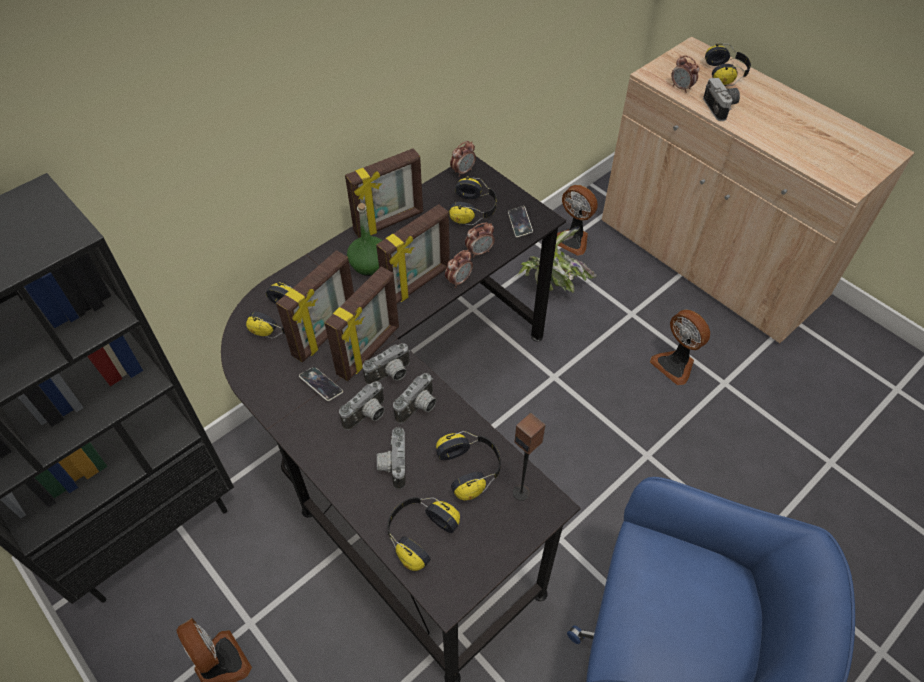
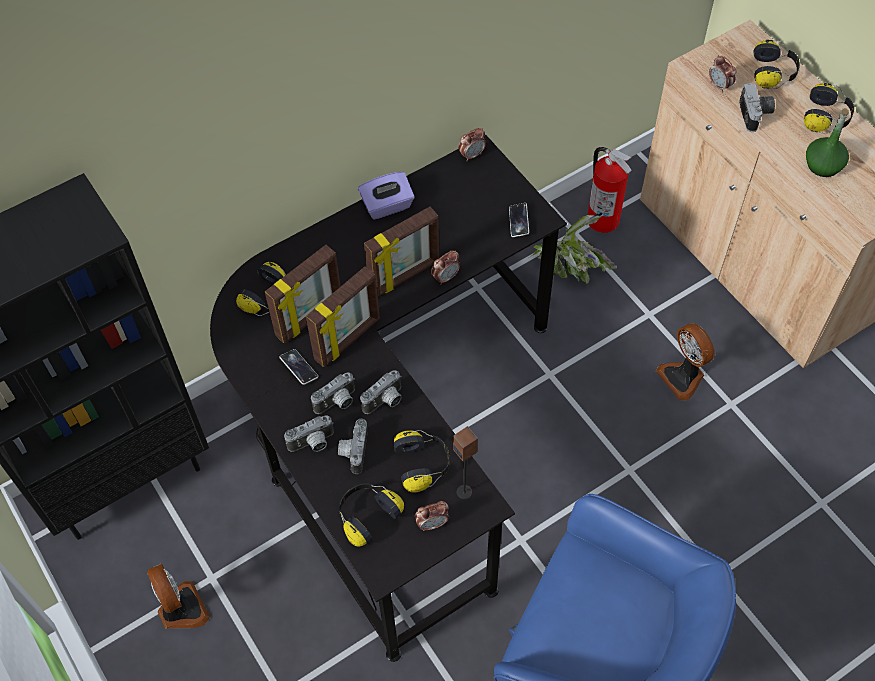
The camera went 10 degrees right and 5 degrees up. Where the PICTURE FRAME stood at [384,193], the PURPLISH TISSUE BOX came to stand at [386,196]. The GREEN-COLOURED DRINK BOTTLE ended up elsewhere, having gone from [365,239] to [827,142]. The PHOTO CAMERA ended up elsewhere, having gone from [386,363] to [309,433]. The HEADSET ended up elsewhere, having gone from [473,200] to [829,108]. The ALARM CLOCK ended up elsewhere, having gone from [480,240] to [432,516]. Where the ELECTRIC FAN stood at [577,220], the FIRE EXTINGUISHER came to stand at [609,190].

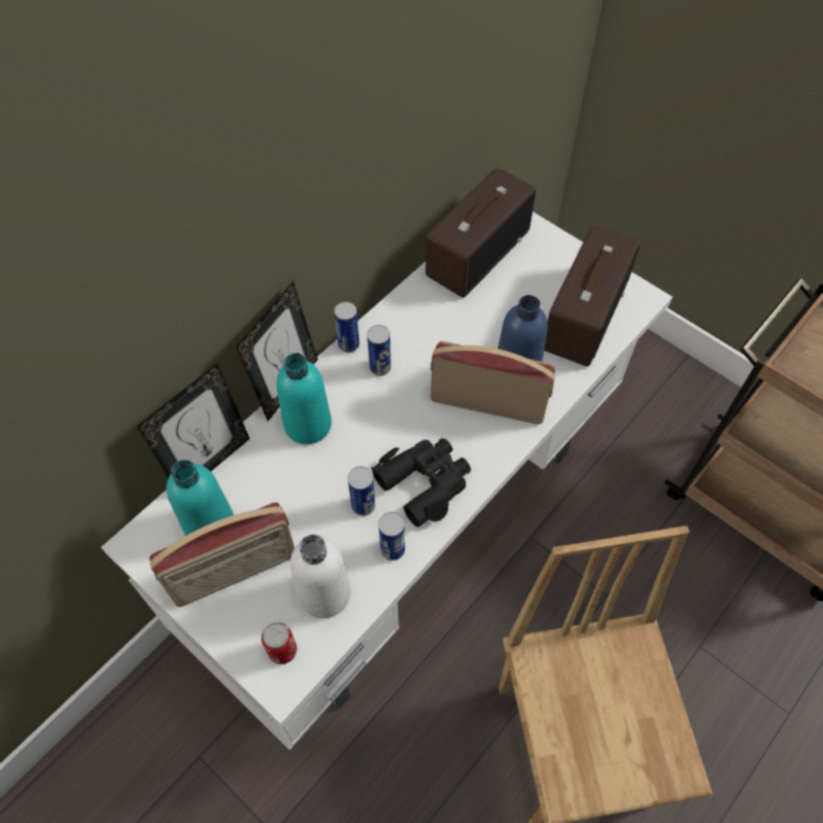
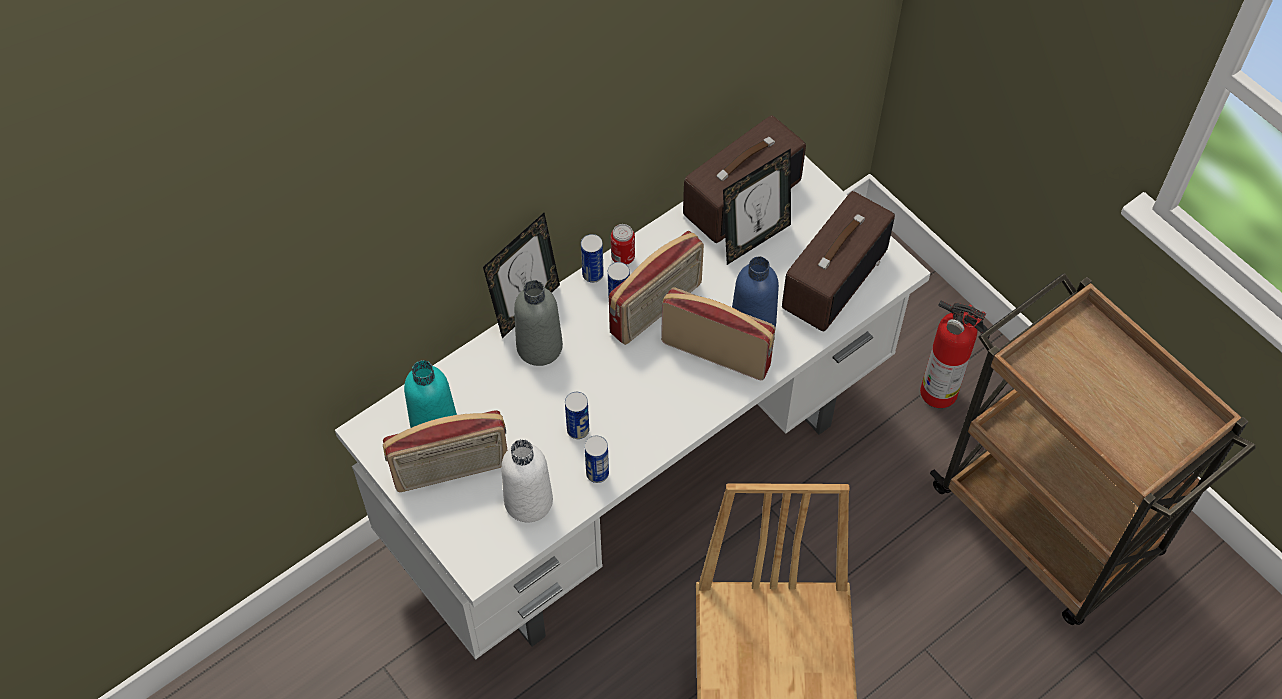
The camera went 10 degrees right and 0 degrees up. The PICTURE FRAME ended up elsewhere, having gone from [193,420] to [757,206]. The CAN ended up elsewhere, having gone from [279,643] to [623,244]. What was the BLUE-GREEN DRINK BOTTLE at [304,398] turned into the GRAY DRINK BOTTLE at [538,323]. The second view lost the BLACKISH FIELD GLASSES at [421,482]. The second view gained the RADIO at [656,288]. The second view gained the FIRE EXTINGUISHER at [955,354].

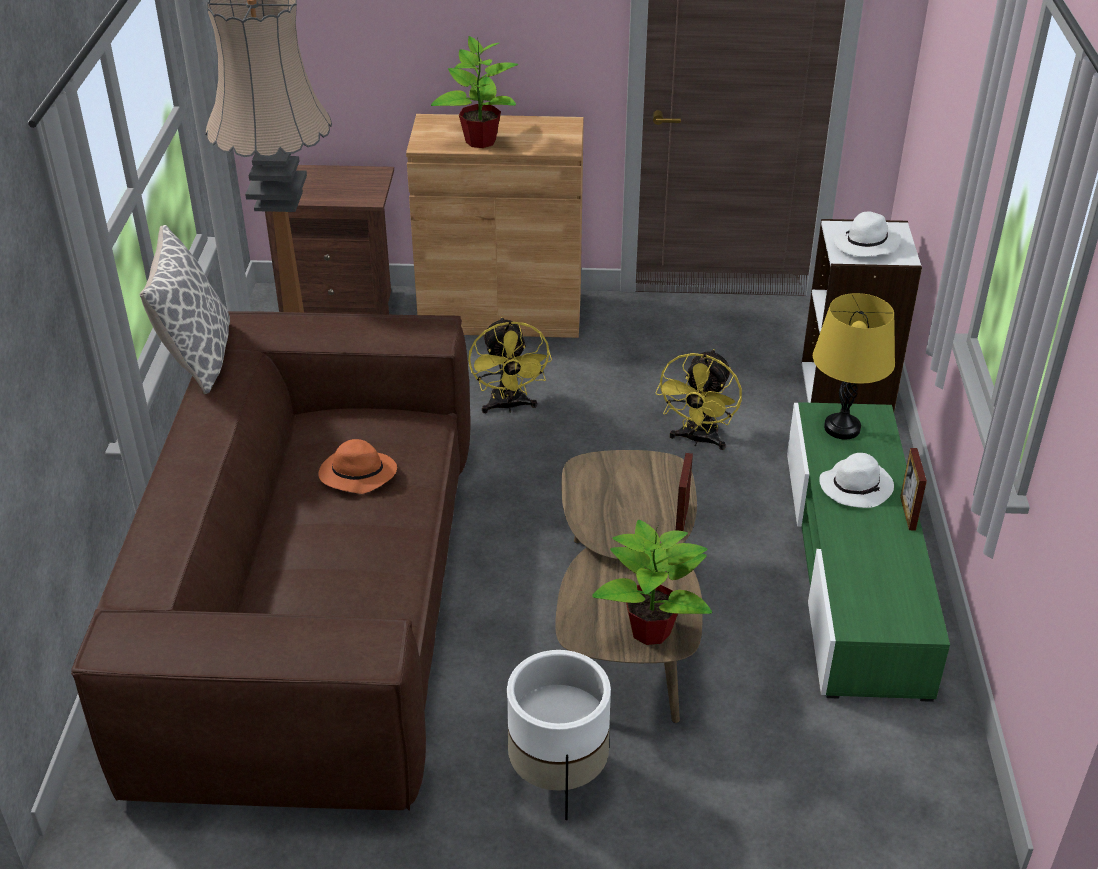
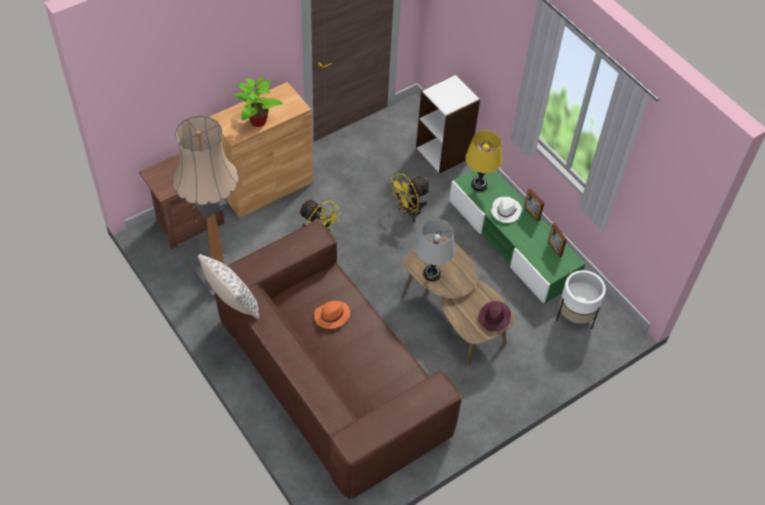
The camera went 40 degrees left and 15 degrees up. The WHITISH PLANT POT ended up elsewhere, having gone from [559,735] to [581,299]. Where the HOUSEPLANT stood at [652,582], the PURPLISH HAT came to stand at [494,316]. The YELLOW-COLOURED ELECTRIC FAN at [698,399] ended up facing another way, 75 degrees clockwise from before. The PICTURE FRAME ended up elsewhere, having gone from [684,492] to [557,240]. The second view lost the WHITISH HAT at [867,234]. The second view gained the GRAY TABLE LAMP at [435,250].

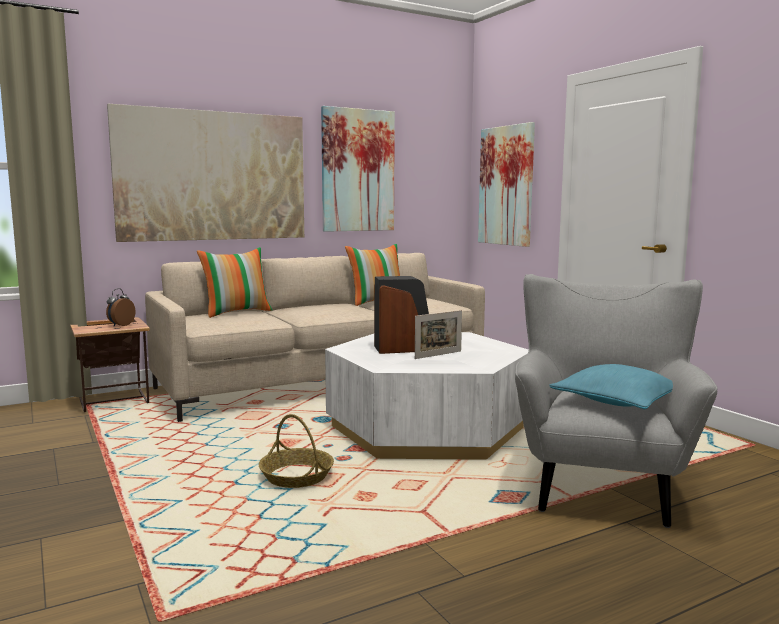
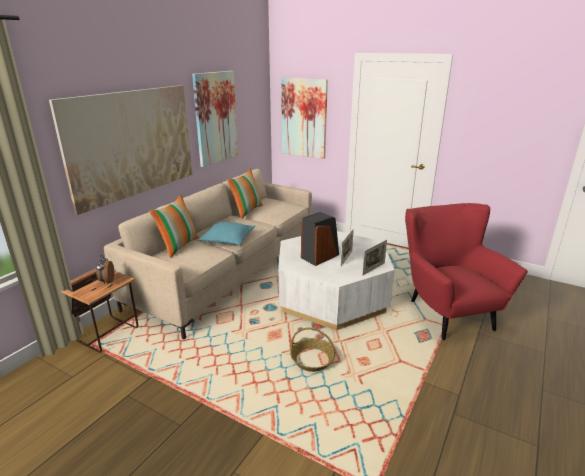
The camera went 30 degrees left and 15 degrees up. What was the GRAY LOUNGE CHAIR at [616,401] turned into the RED LOUNGE CHAIR at [466,271]. The BLUE-GREEN THROW PILLOW ended up elsewhere, having gone from [611,386] to [226,233]. The second view gained the PICTURE FRAME at [374,258].

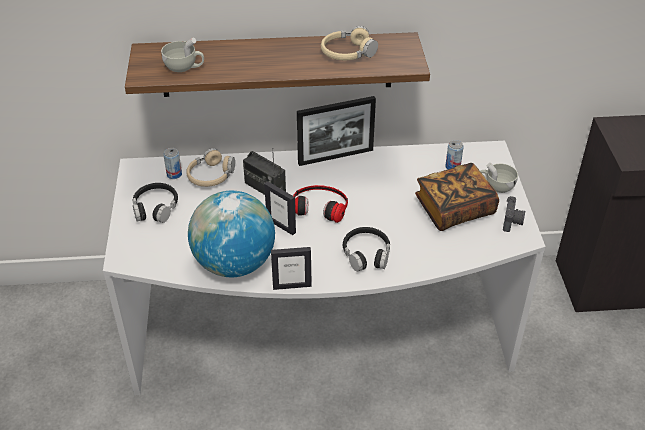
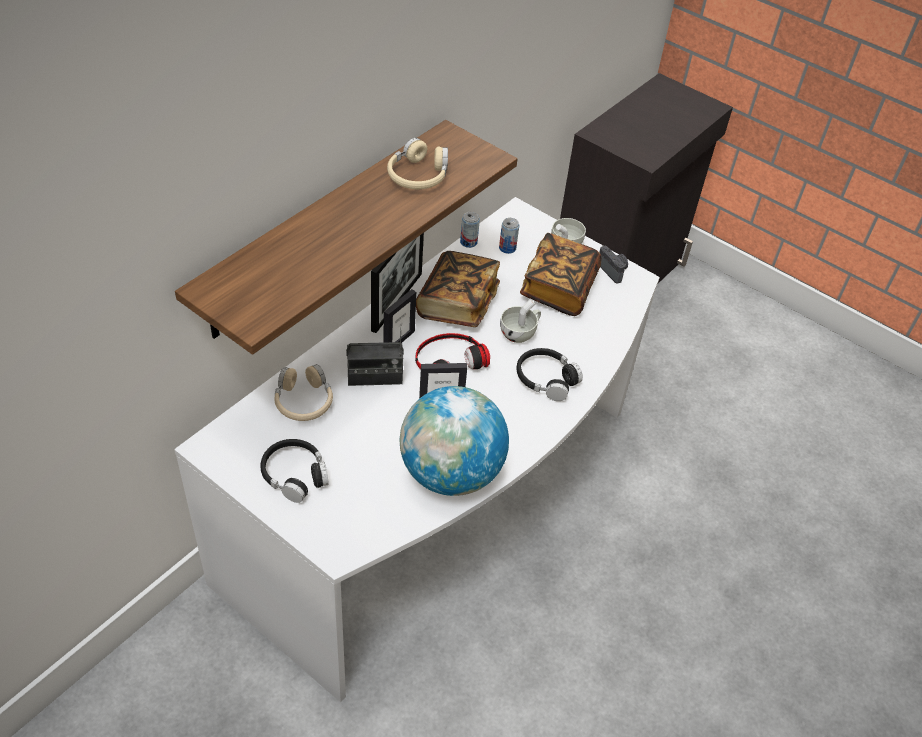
The camera went 50 degrees left and 5 degrees up. The WHITISH CUP ended up elsewhere, having gone from [182,54] to [520,321]. The CAN ended up elsewhere, having gone from [172,163] to [470,230]. The PICTURE FRAME ended up elsewhere, having gone from [291,268] to [399,316]. The second view gained the VOLUME at [458,289].

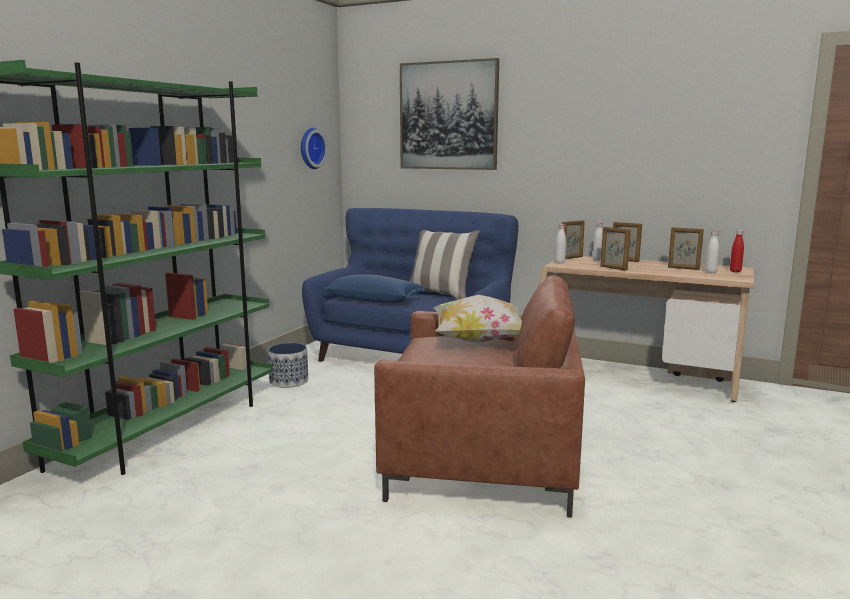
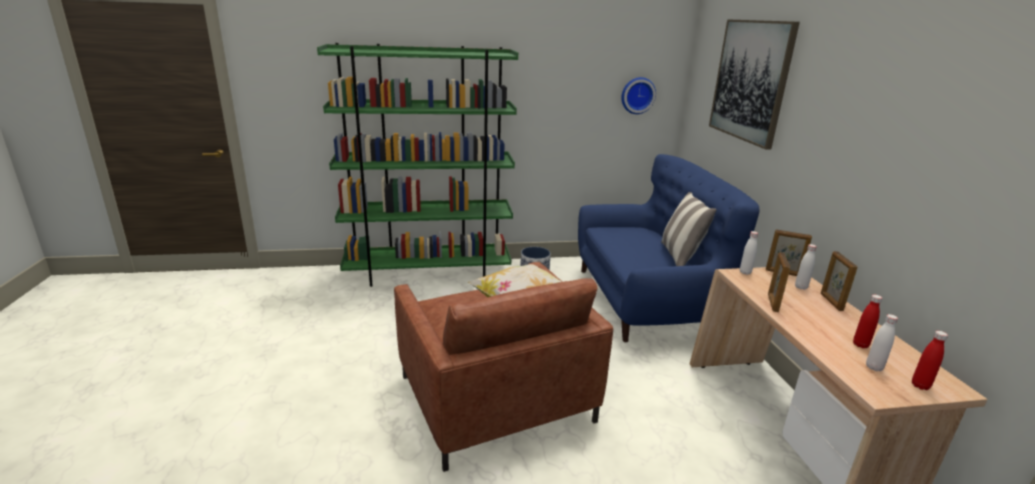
The camera went 55 degrees right and 10 degrees up. The second view lost the BLUISH THROW PILLOW at [374,289]. Where the PICTURE FRAME stood at [686,248], the RED DRINK BOTTLE came to stand at [867,321].

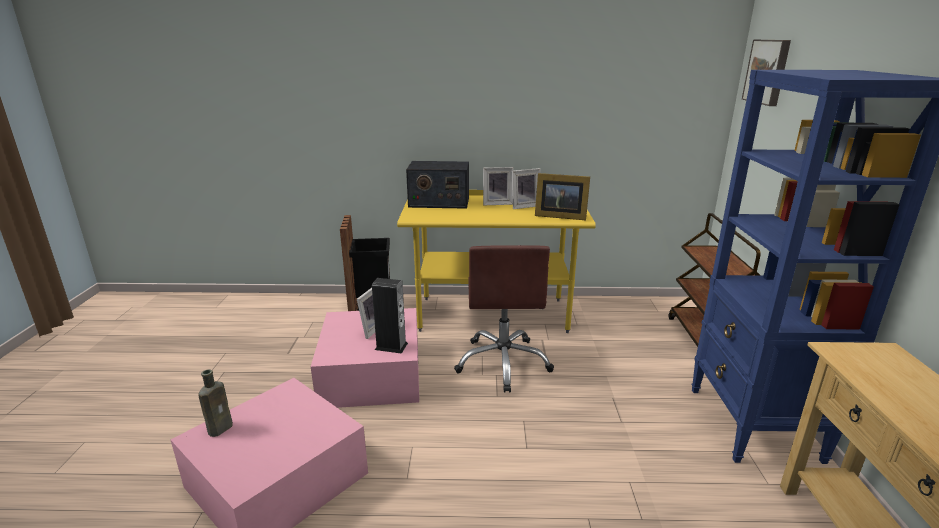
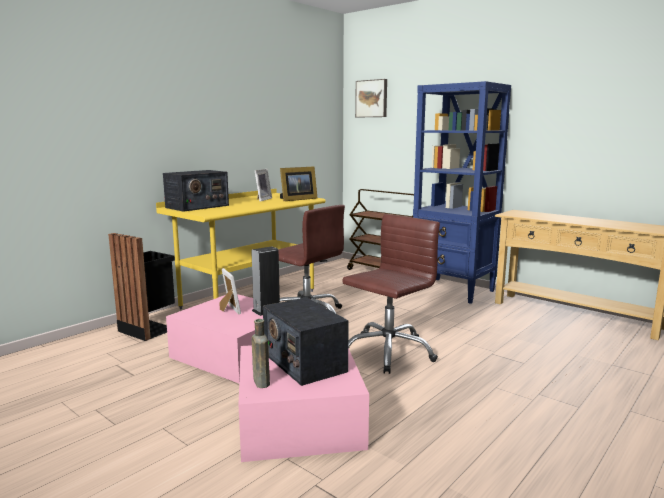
The camera went 50 degrees left and 10 degrees down. The second view lost the PICTURE FRAME at [498,186]. The second view gained the RADIO at [306,341]. The second view gained the BROWN DESK CHAIR at [391,294].

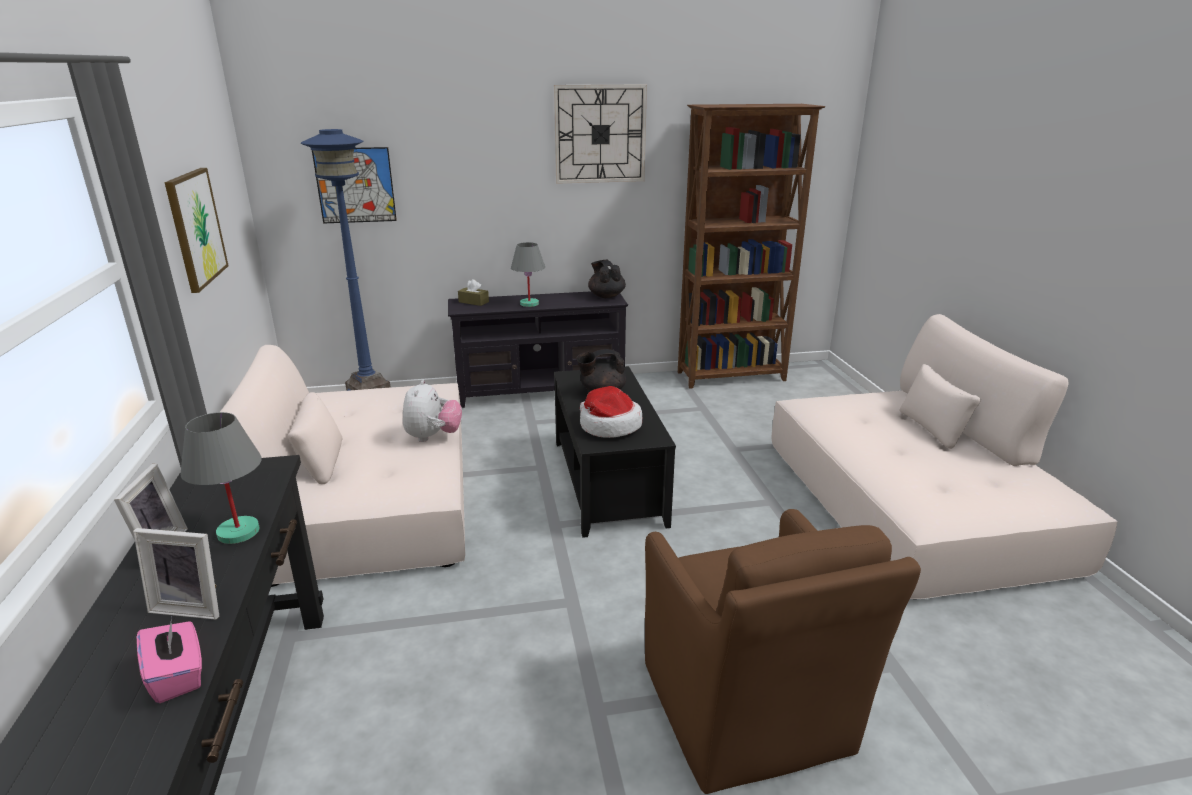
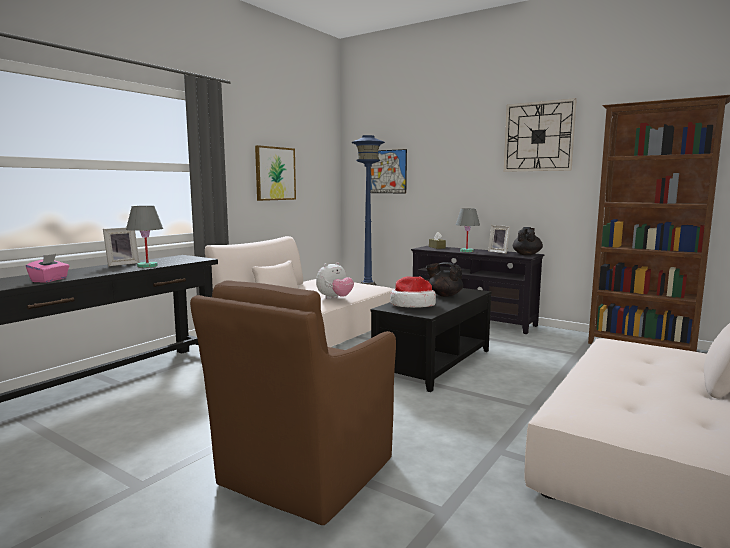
The camera went 45 degrees right and 15 degrees down. The PICTURE FRAME ended up elsewhere, having gone from [176,574] to [499,239].

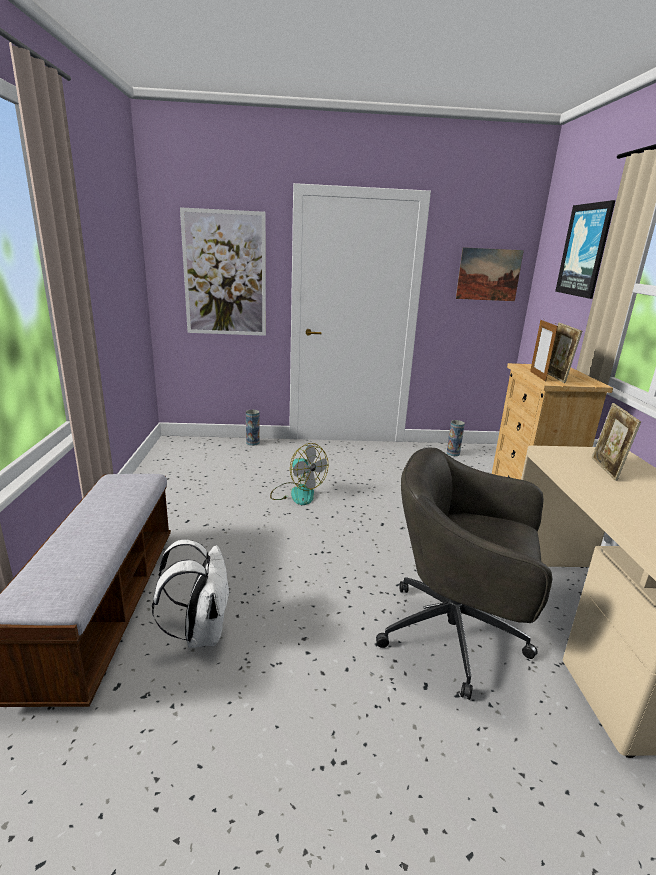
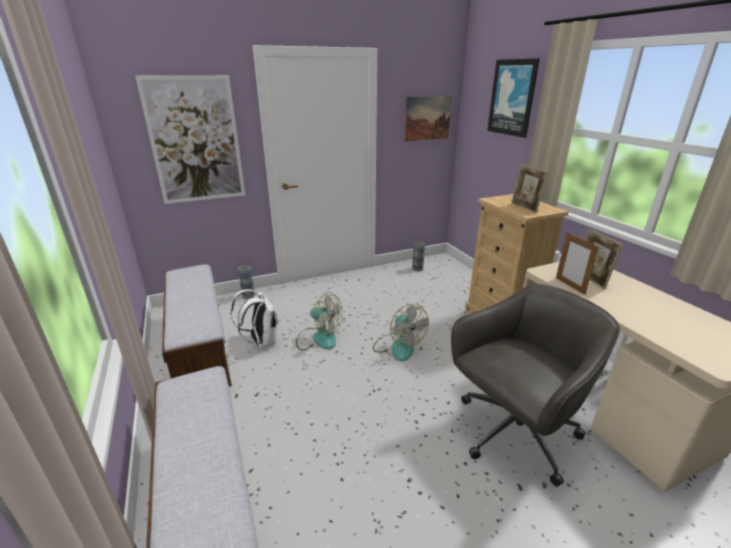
The camera went 20 degrees left and 5 degrees up. The WHITISH KNAPSACK ended up elsewhere, having gone from [190,594] to [255,318]. The GRAY DESK CHAIR at [464,573] ended up facing another way, 150 degrees clockwise from before. The PICTURE FRAME ended up elsewhere, having gone from [544,351] to [577,264]. The second view gained the LONG SEAT at [197,325]. The second view gained the ELECTRIC FAN at [401,332].

